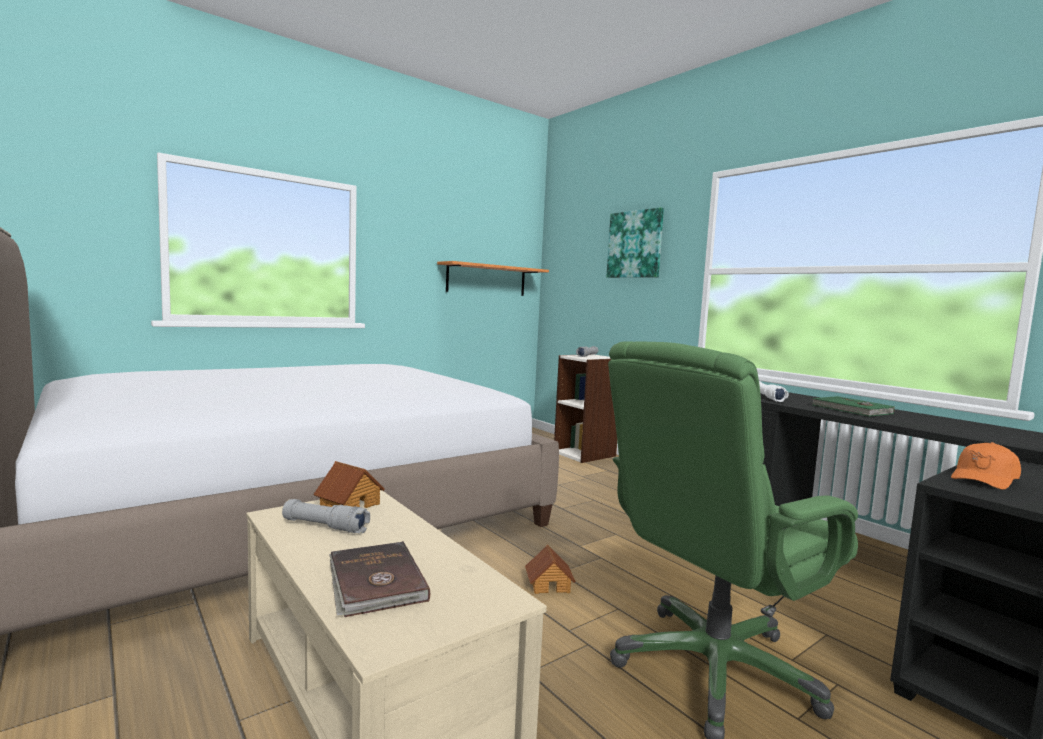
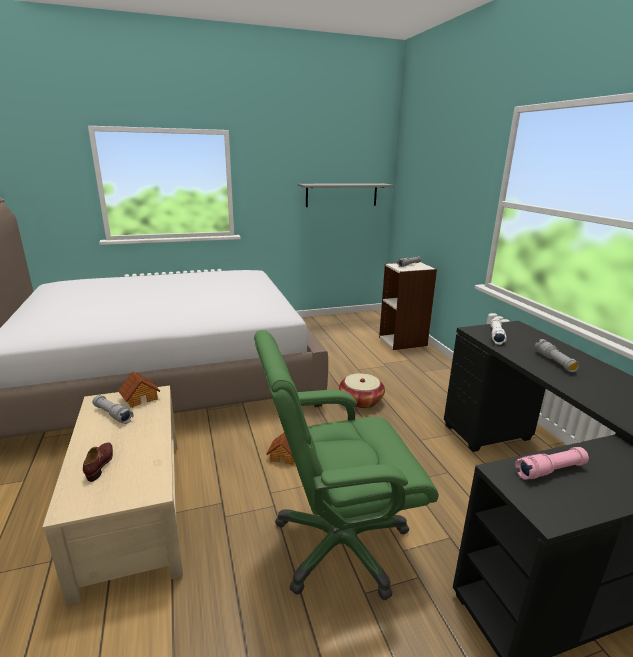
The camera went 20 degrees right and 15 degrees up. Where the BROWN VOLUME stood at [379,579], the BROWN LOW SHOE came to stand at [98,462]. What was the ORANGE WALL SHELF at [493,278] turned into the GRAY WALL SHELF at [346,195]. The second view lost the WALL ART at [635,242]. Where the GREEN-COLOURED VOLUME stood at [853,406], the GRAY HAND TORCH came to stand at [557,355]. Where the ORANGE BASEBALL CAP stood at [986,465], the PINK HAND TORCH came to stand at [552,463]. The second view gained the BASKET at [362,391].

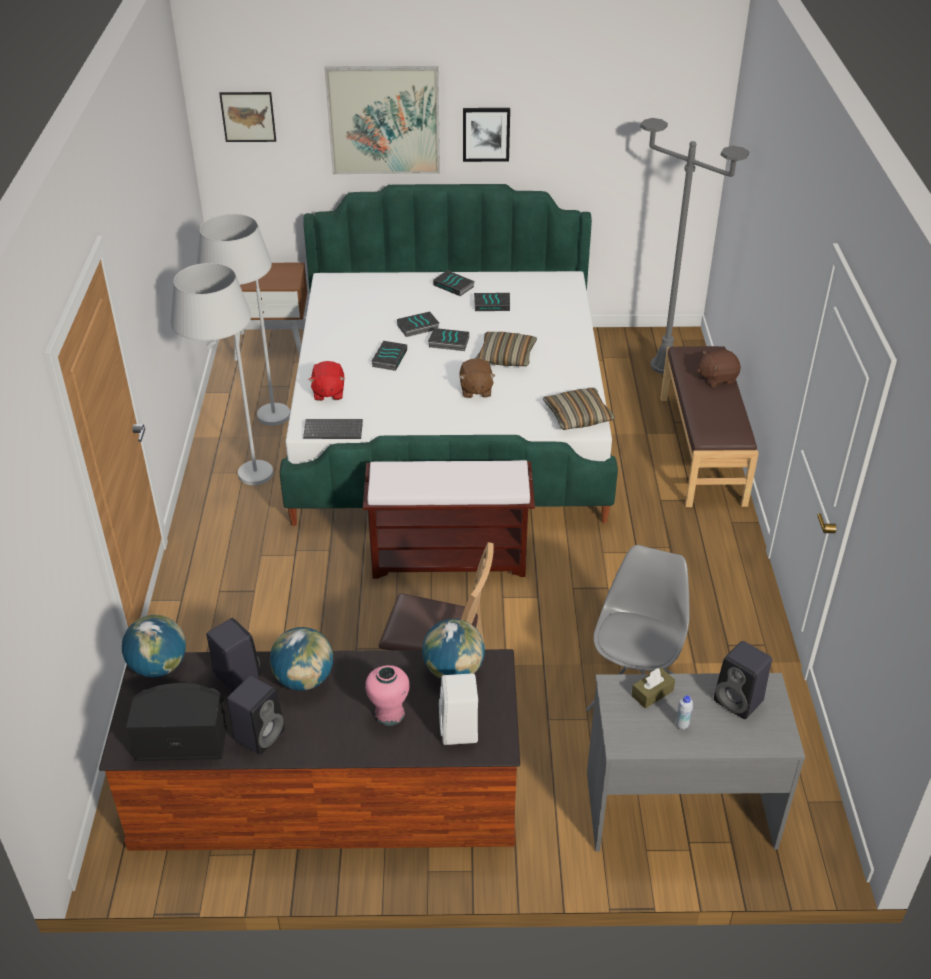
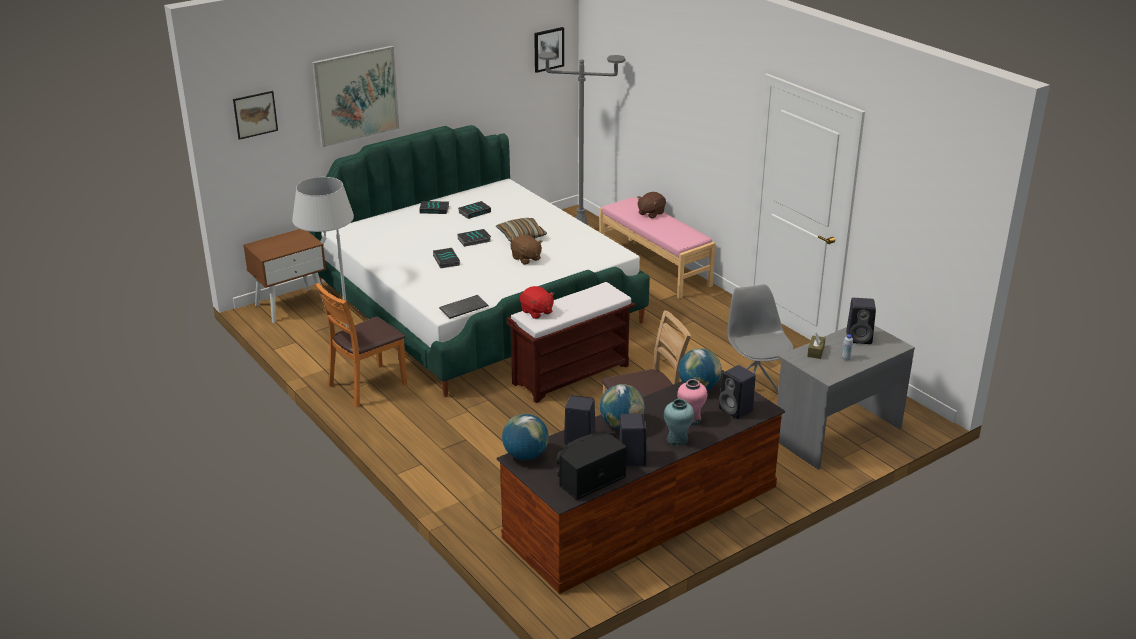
The camera went 35 degrees left and 10 degrees down. Where the WHITISH STANDARD LAMP stood at [222,374], the ORANGE CHAIR came to stand at [361,345]. The RED SOFT TOY ended up elsewhere, having gone from [327,381] to [537,302]. The second view lost the VOLUME at [418,324]. What was the WHITISH LOUDSPEAKER at [458,709] turned into the BLACKISH LOUDSPEAKER at [737,392]. The WALL ART ended up elsewhere, having gone from [486,135] to [549,50]. The second view lost the THROW PILLOW at [579,409]. What was the BROWN LONG SEAT at [710,426] turned into the PINK LONG SEAT at [657,248]. The second view gained the BLUE-GREEN VASE at [679,422].

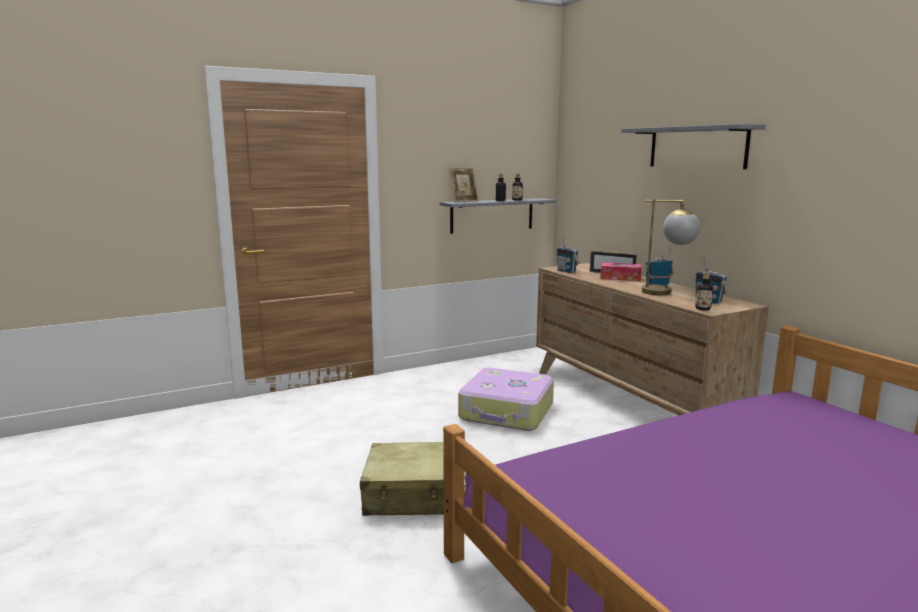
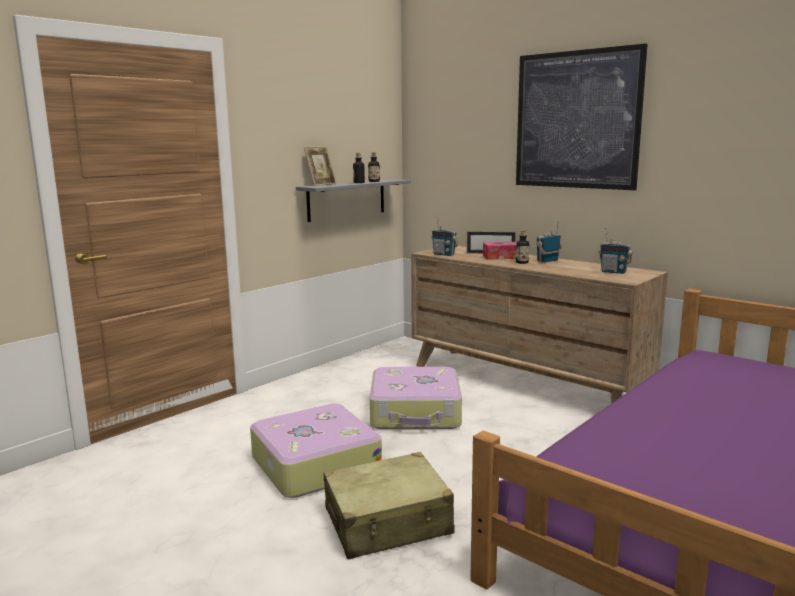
The camera went 20 degrees left and 0 degrees up. Where the GRAY WALL SHELF hung at [693,146], the WALL ART came to hang at [582,116]. The second view lost the TABLE LAMP at [671,247]. The DRINK BOTTLE ended up elsewhere, having gone from [704,291] to [522,247]. The second view gained the SUITCASE at [316,451].

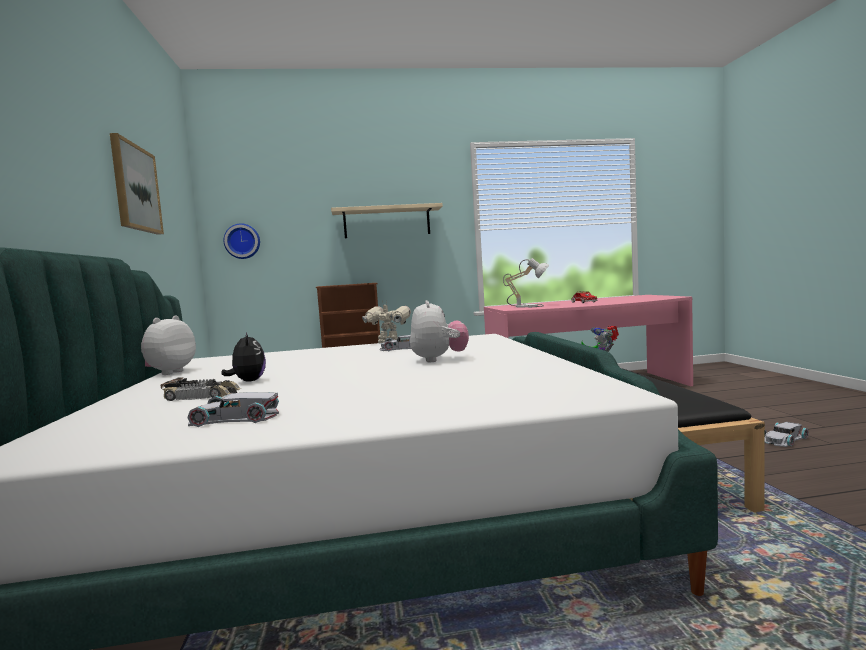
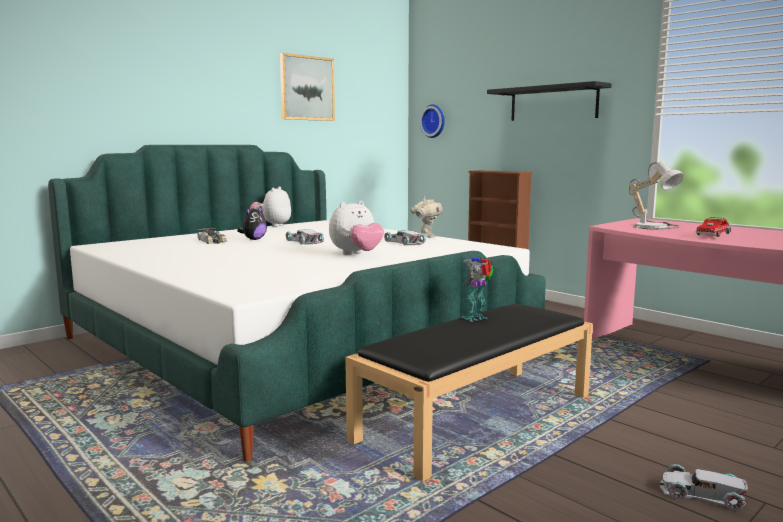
The camera went 55 degrees right and 5 degrees up. The SOFT TOY at [168,345] ended up facing another way, 60 degrees counterclockwise from before. The WHITISH TOY CAR ended up elsewhere, having gone from [233,409] to [305,237]. What was the BEIGE-COLOURED WALL SHELF at [387,220] turned into the BLACKISH WALL SHELF at [549,101].

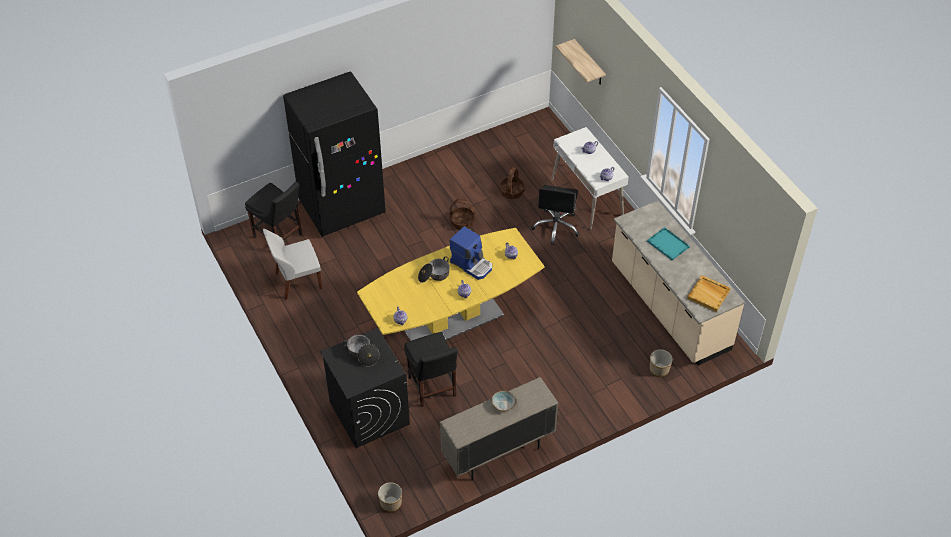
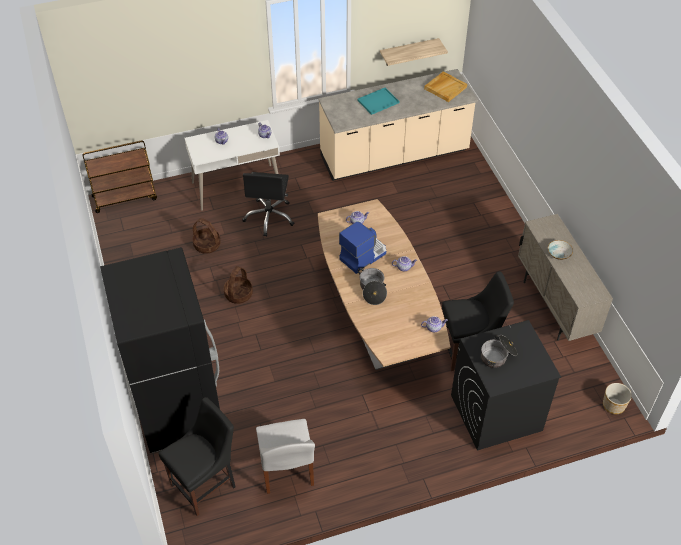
The camera went 80 degrees left and 0 degrees up. What was the YELLOW-COLOURED KITCHEN TABLE at [450,284] turned into the BROWN KITCHEN TABLE at [384,284]. The BLACKISH DESK CHAIR at [555,215] ended up facing another way, 75 degrees clockwise from before. The WALL SHELF ended up elsewhere, having gone from [581,62] to [414,52]. The second view lost the PLANT POT at [661,363]. The second view gained the BROWN WHEELED CART at [120,177].

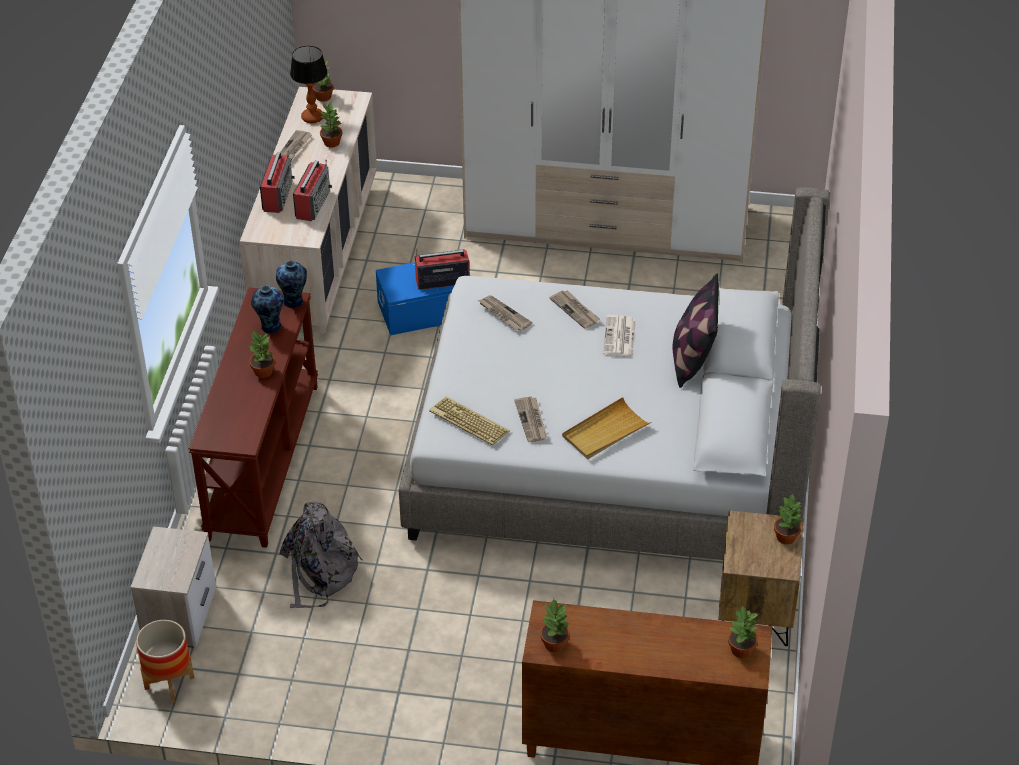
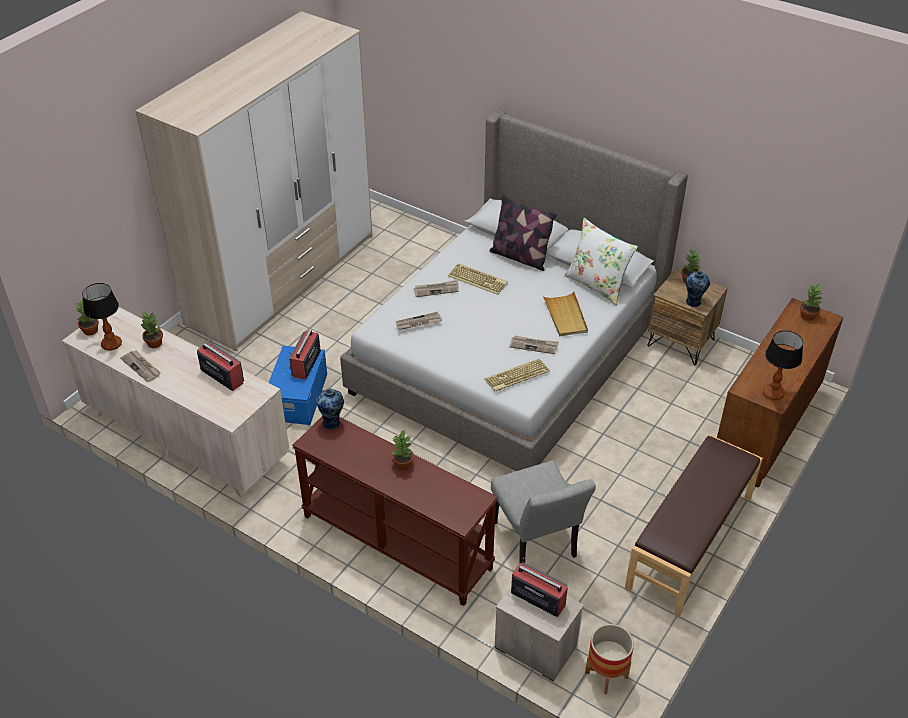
The camera went 65 degrees left and 0 degrees up. The VASE ended up elsewhere, having gone from [267,309] to [697,289]. The RADIO ended up elsewhere, having gone from [277,181] to [539,587]. Where the GRAY KNAPSACK stood at [321,554], the GRAY CHAIR came to stand at [543,512]. Where the HOUSEPLANT stood at [555,625], the TABLE LAMP came to stand at [783,365]. Where the PRINTED PAPER stood at [619,336], the PC KEYBOARD came to stand at [478,279]. The second view gained the WHITISH THROW PILLOW at [601,261]. The second view gained the BROWN LONG SEAT at [694,525].

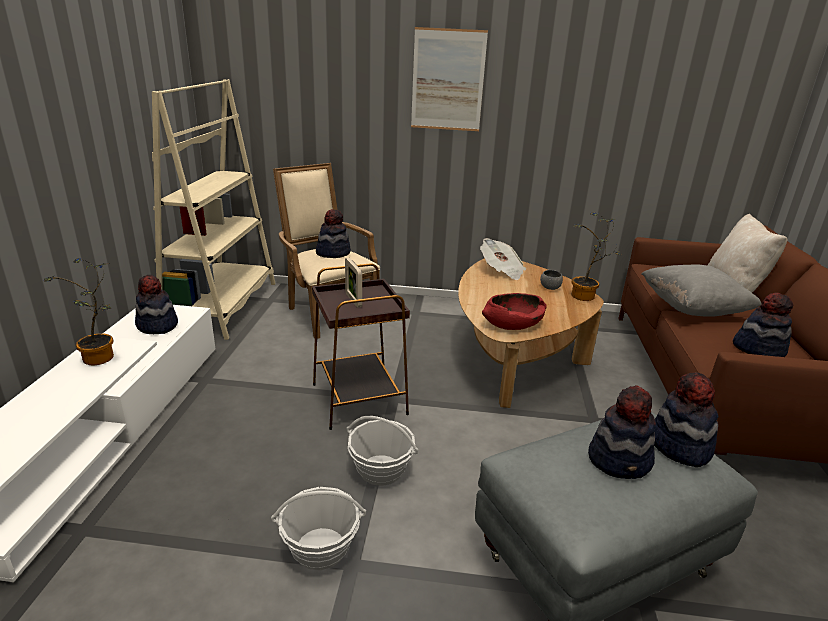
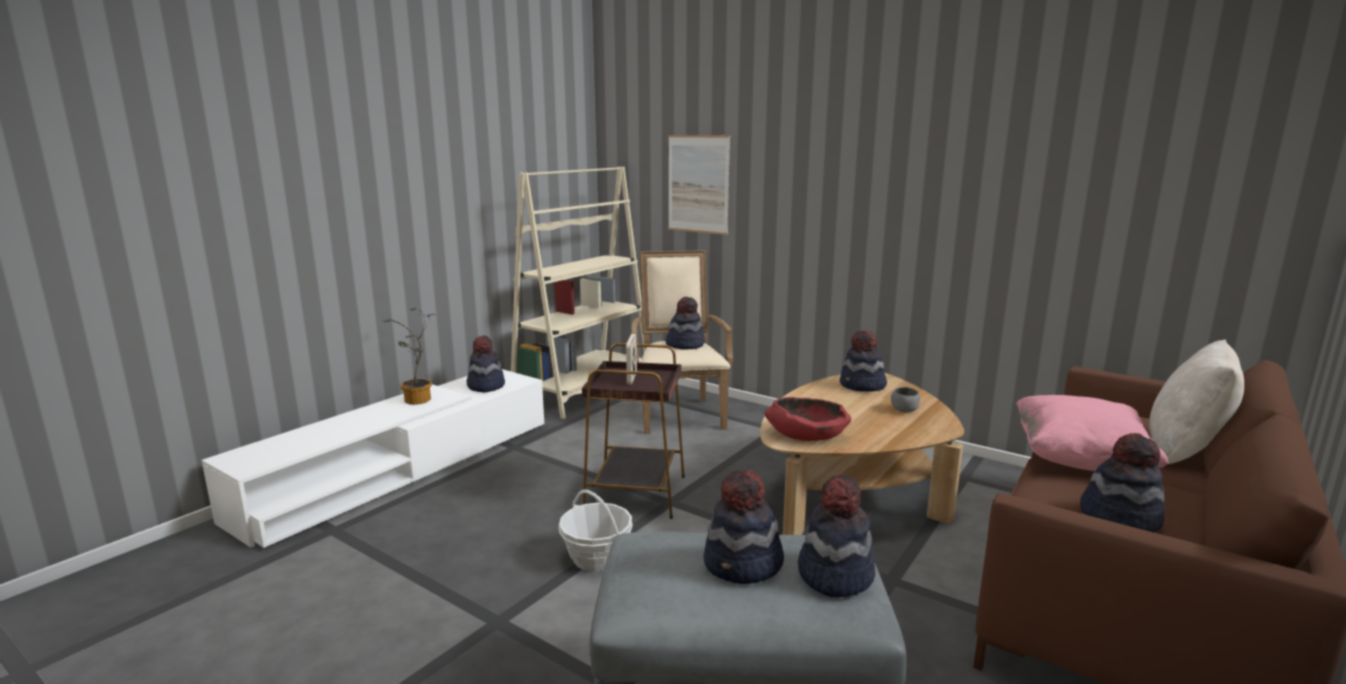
The camera went 30 degrees right and 10 degrees down. The second view lost the BASKET at [318,528]. The WALL ART ended up elsewhere, having gone from [449,79] to [699,185]. Where the PRINTED PAPER stood at [503,259], the HAT came to stand at [863,361]. The second view lost the HOUSEPLANT at [596,256]. What was the GRAY THROW PILLOW at [701,290] turned into the PINK THROW PILLOW at [1092,433].

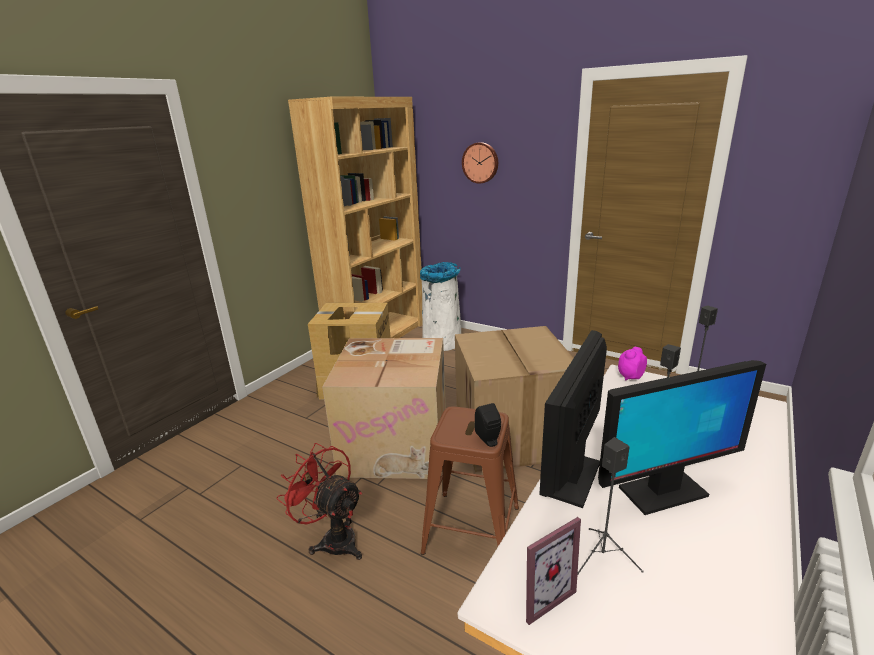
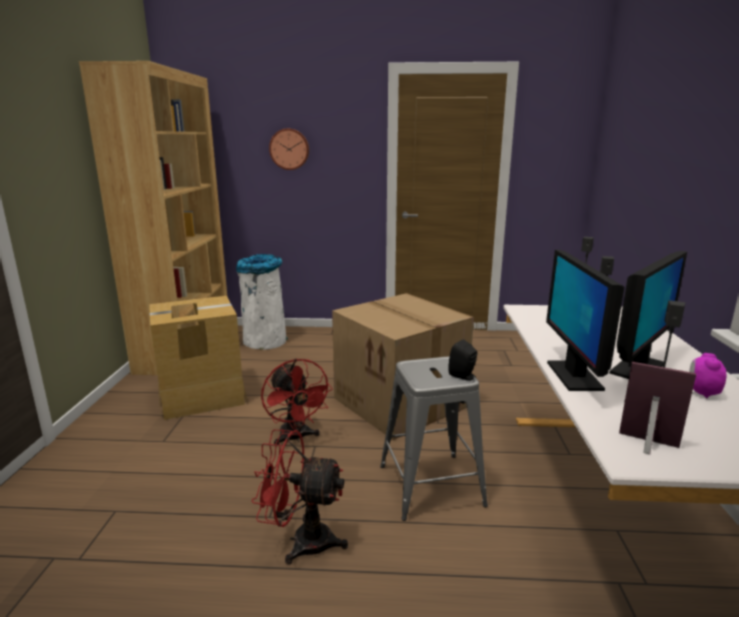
The camera went 30 degrees left and 5 degrees down. Where the PACKING BOX stood at [384,408], the RED ELECTRIC FAN came to stand at [297,402]. What was the BROWN SITTING STOOL at [470,481] turned into the GRAY SITTING STOOL at [434,439]. The PICTURE FRAME at [553,571] ended up facing another way, 90 degrees counterclockwise from before. The ALARM CLOCK ended up elsewhere, having gone from [632,363] to [707,376].

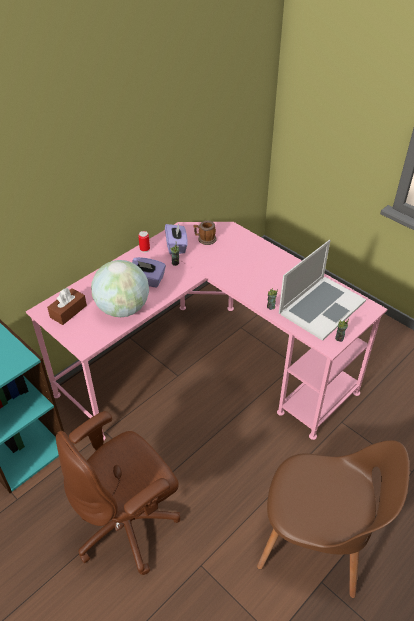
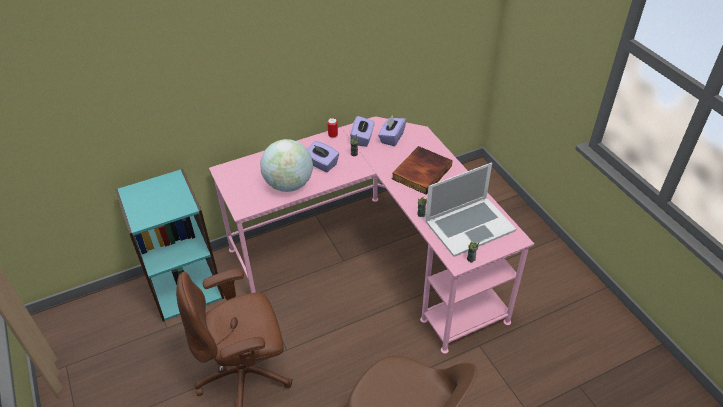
The camera went 20 degrees right and 0 degrees up. The second view lost the BROWN TISSUE BOX at [67,306]. Where the COFFEE MUG stood at [205,232], the PURPLISH TISSUE BOX came to stand at [392,130]. The second view gained the VOLUME at [422,170].

